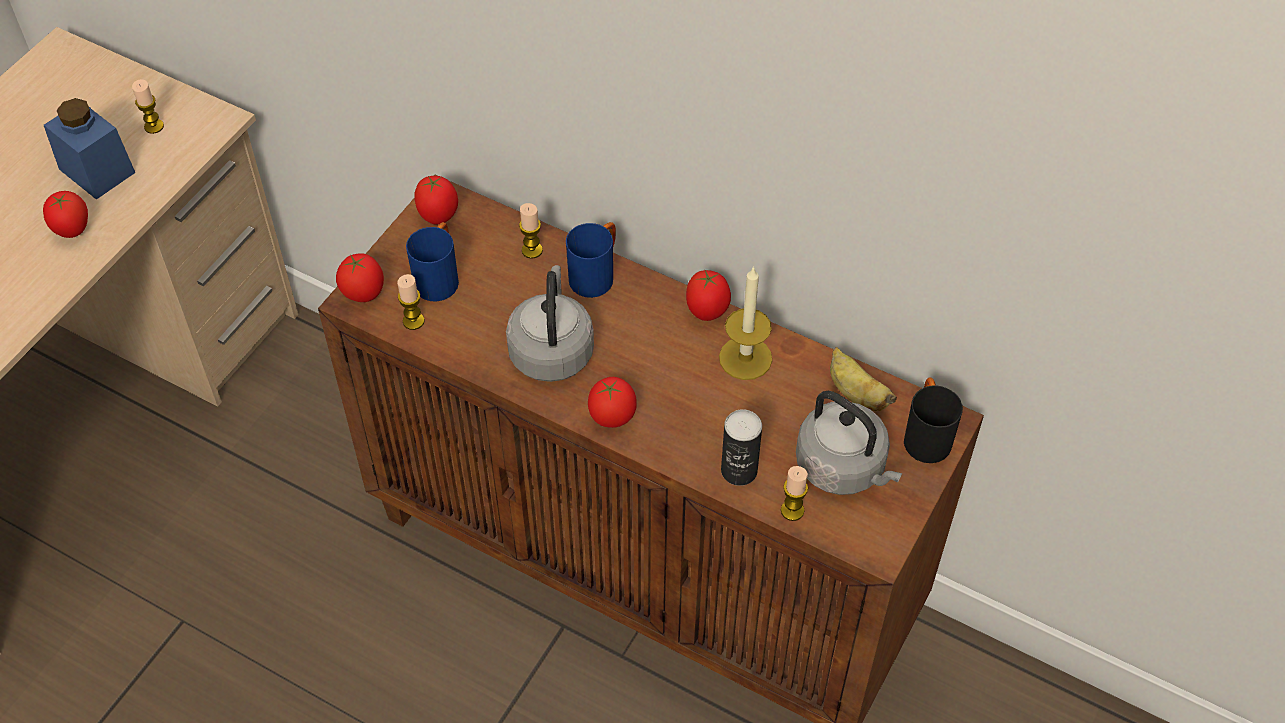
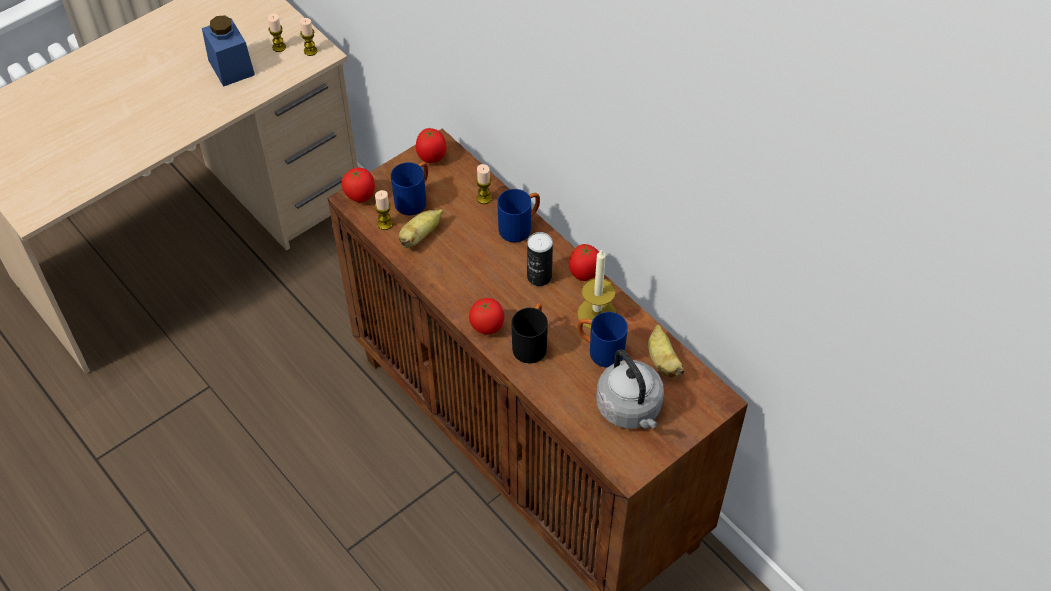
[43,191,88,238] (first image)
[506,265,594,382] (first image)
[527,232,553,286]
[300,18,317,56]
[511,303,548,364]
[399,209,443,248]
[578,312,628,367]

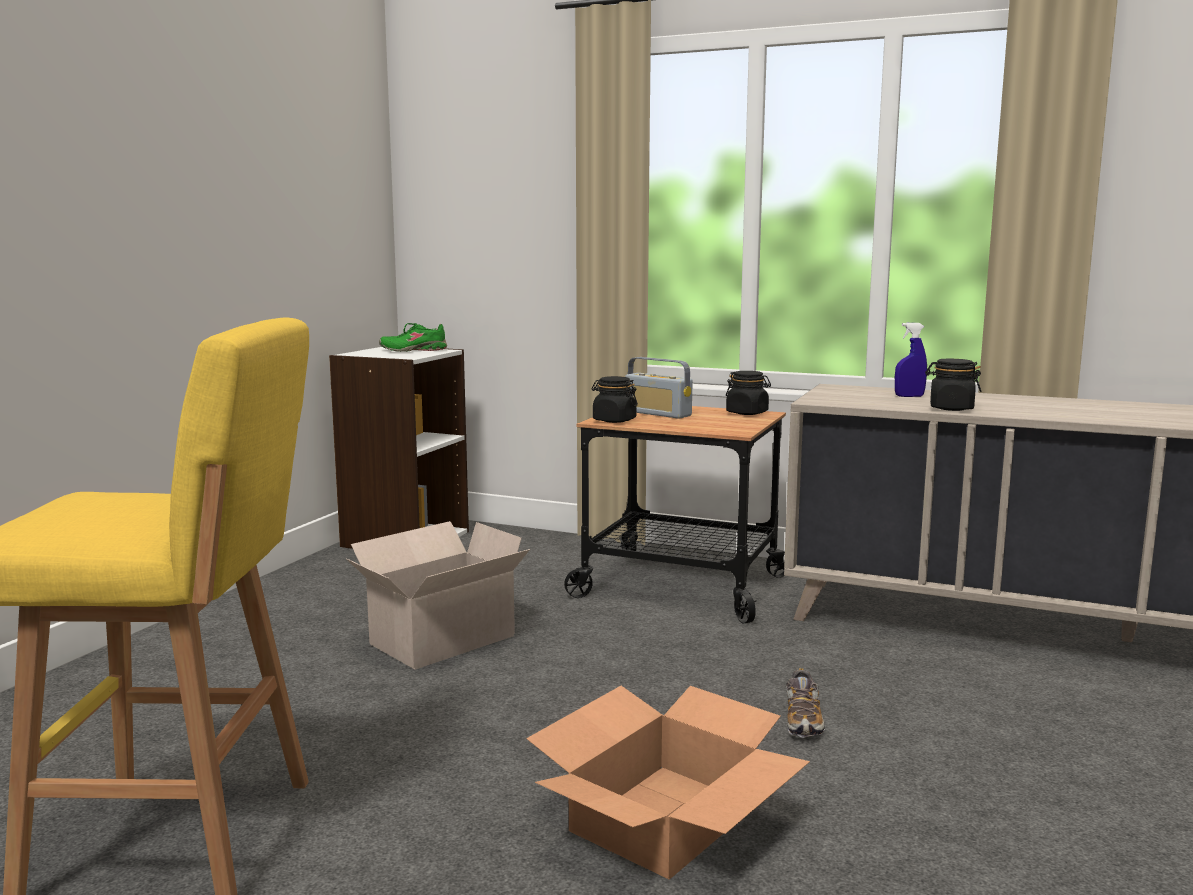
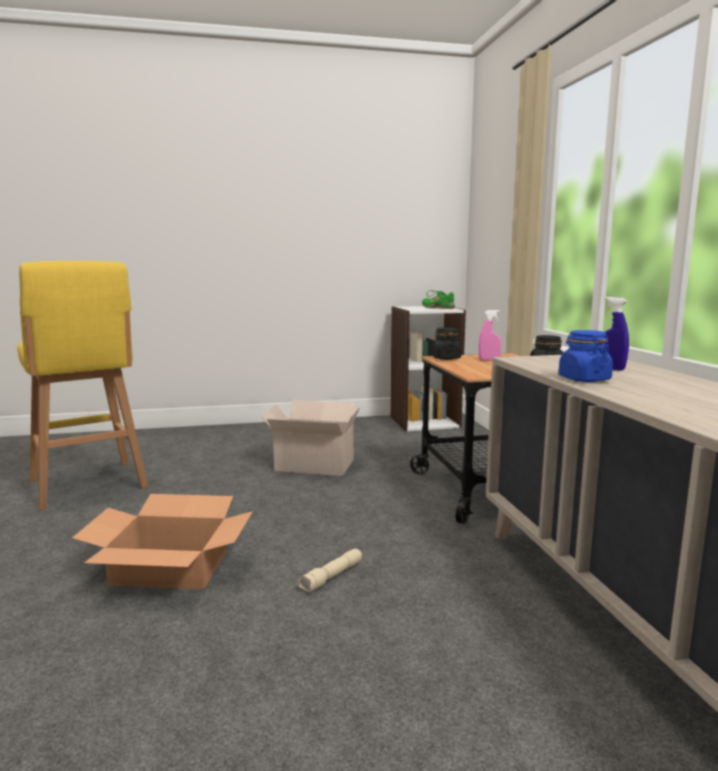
[479,310,501,361]
[298,548,362,593]
[559,330,613,382]

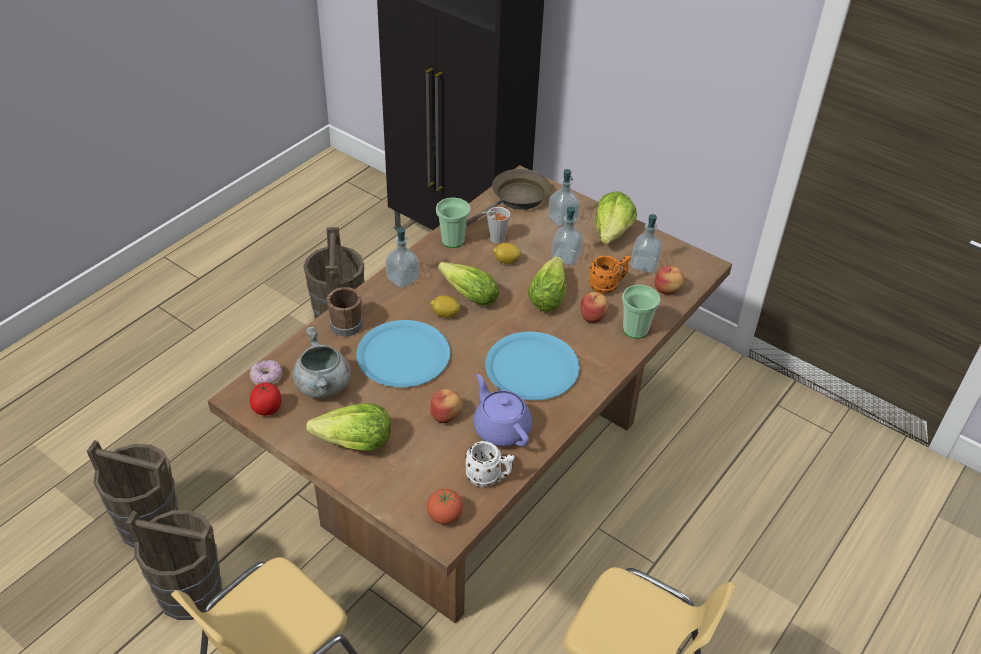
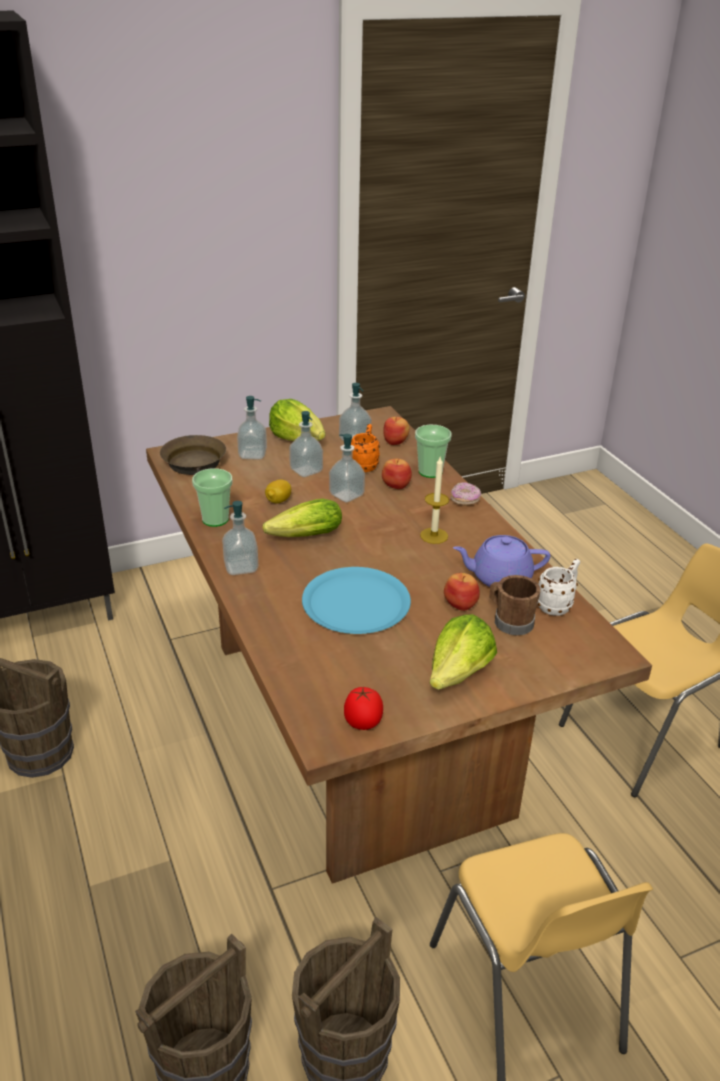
[451,482,481,506]
[293,327,351,398] (first image)
[490,575,540,636]
[427,489,463,524] (first image)
[431,295,460,318] (first image)
[483,207,510,244] (first image)
[420,457,449,544]
[329,434,365,502]

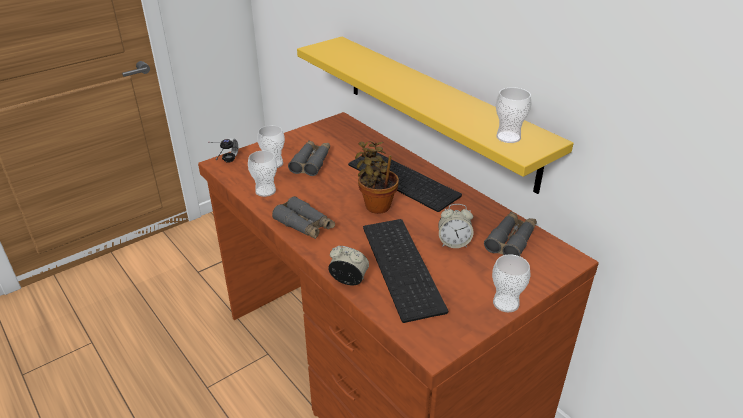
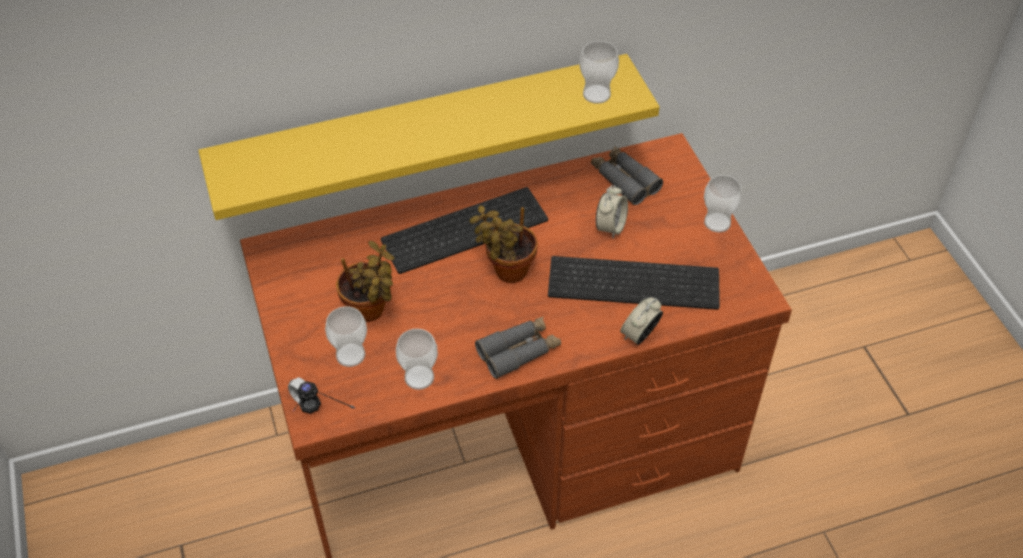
[336,241,394,322]

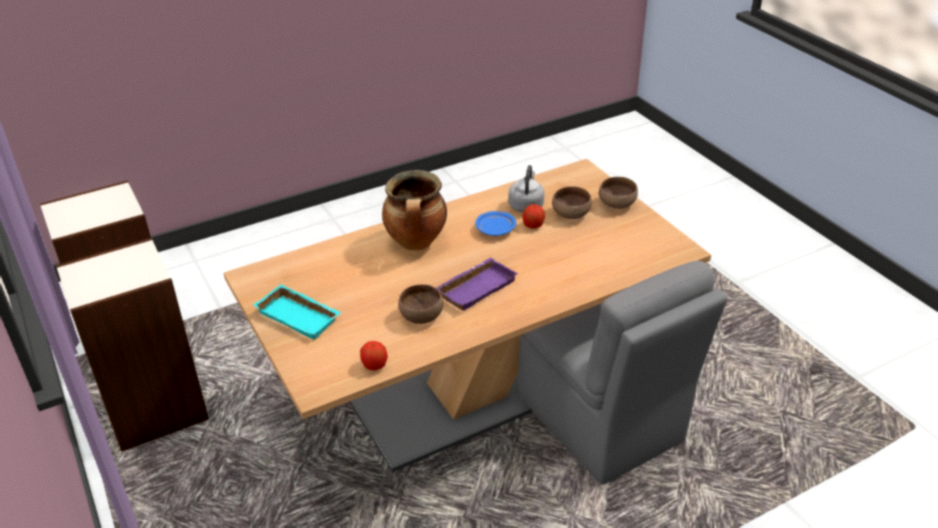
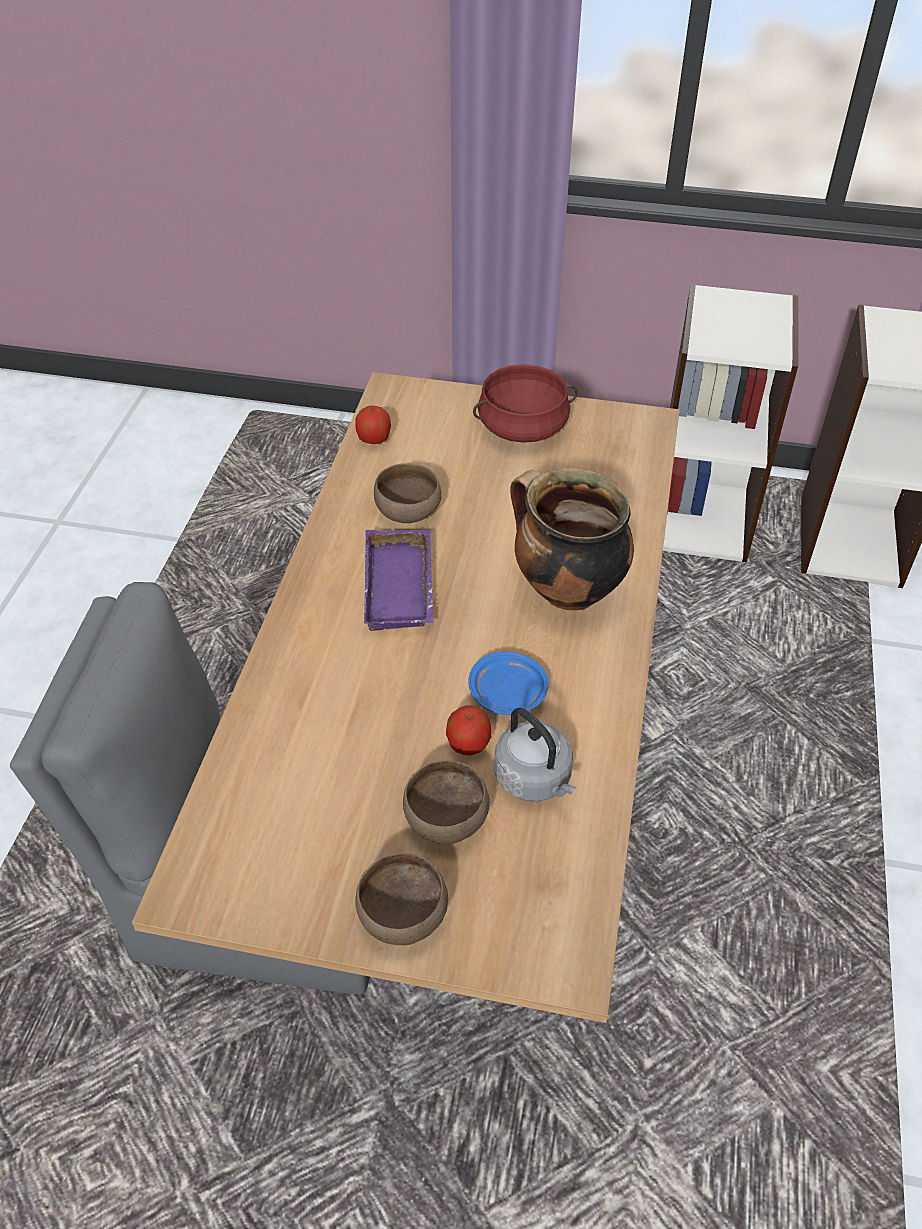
[473,364,578,443]

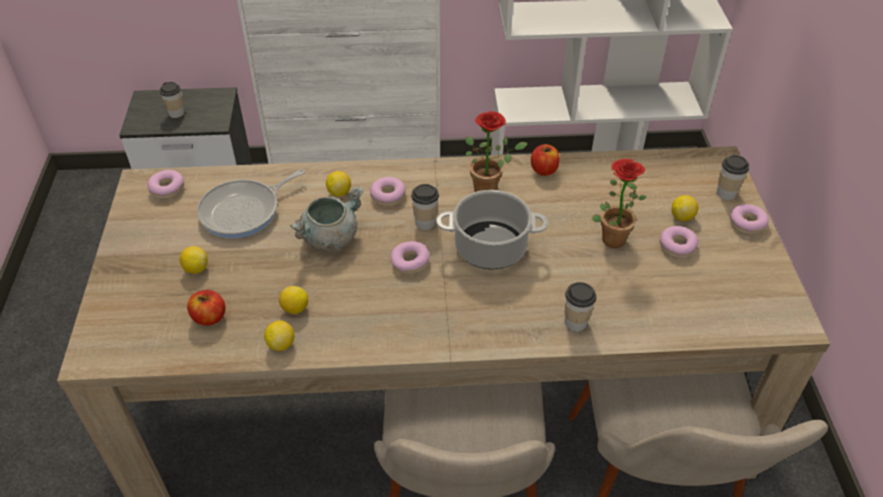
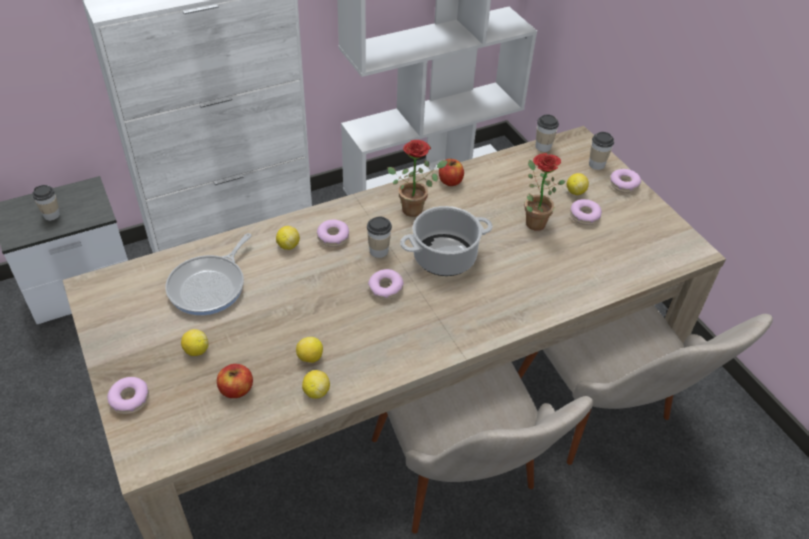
[107,377,149,414]
[290,186,364,251] (first image)
[536,114,559,152]

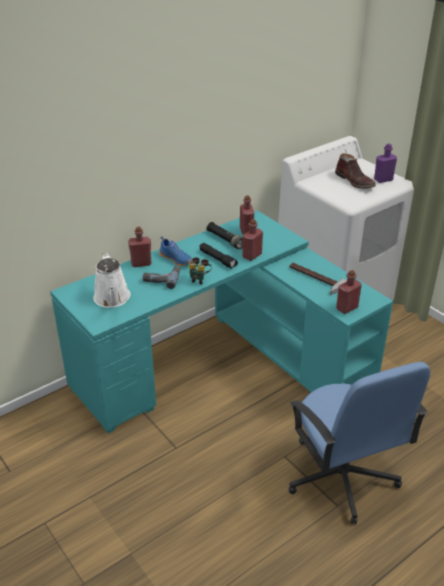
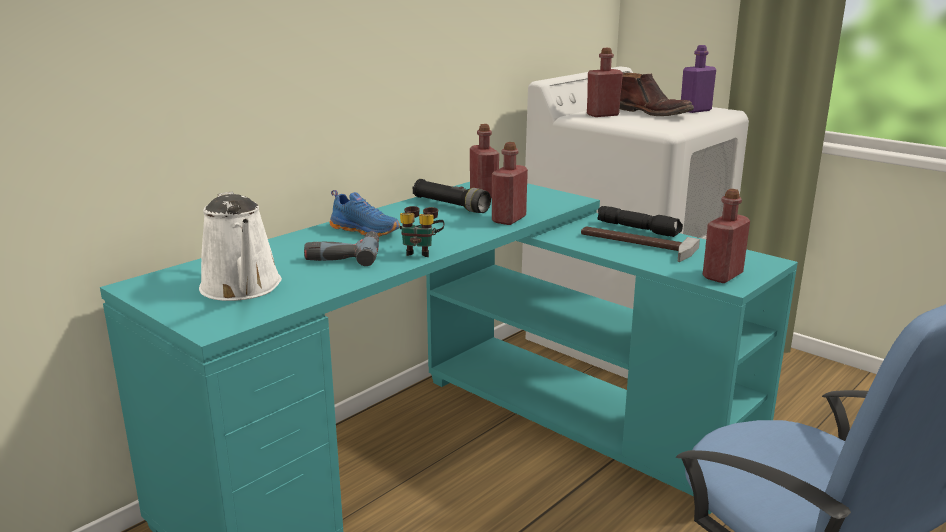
[587,48,623,117]
[597,206,683,237]

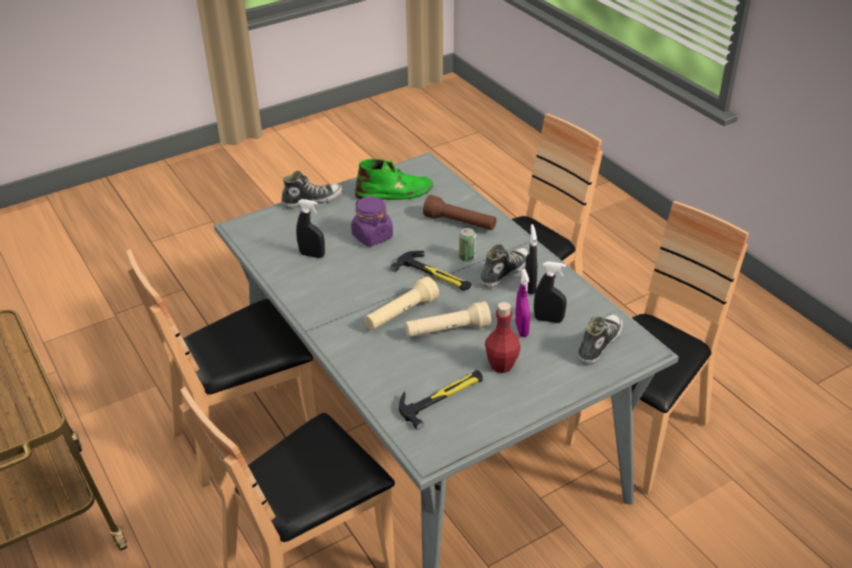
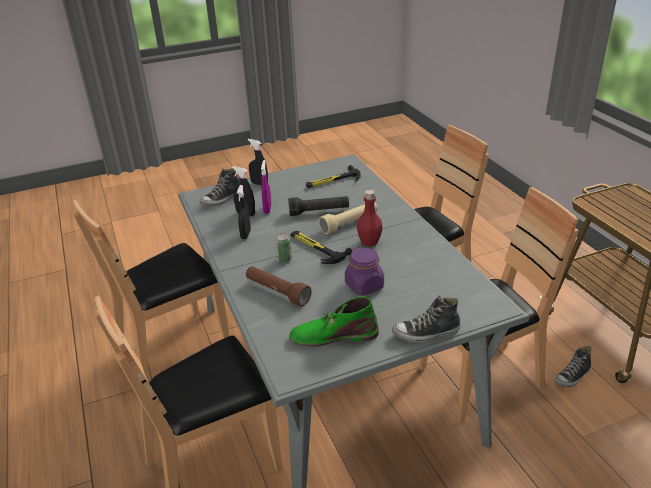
[248,139,268,186]
[288,196,349,216]
[554,346,591,387]
[357,190,382,247]

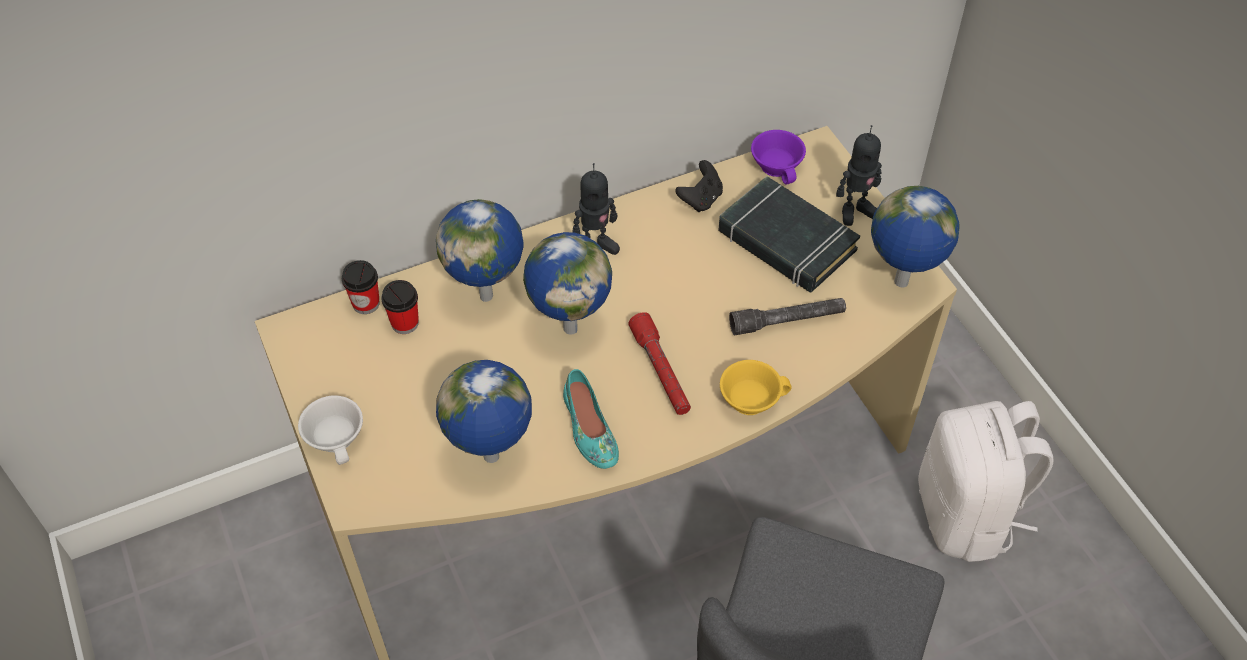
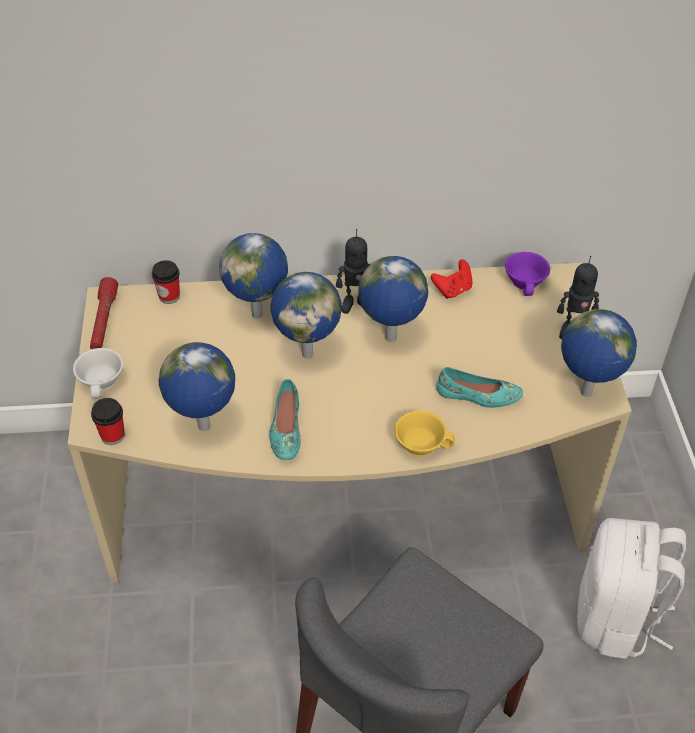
[91,398,125,445]
[90,277,118,349]
[431,259,473,299]
[718,176,860,292] (first image)
[436,367,523,408]
[358,256,428,342]

